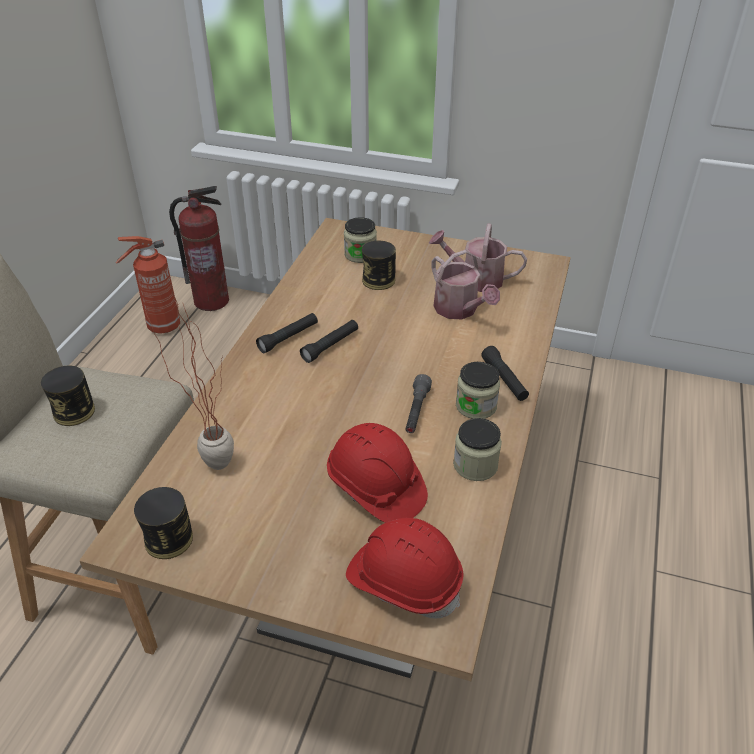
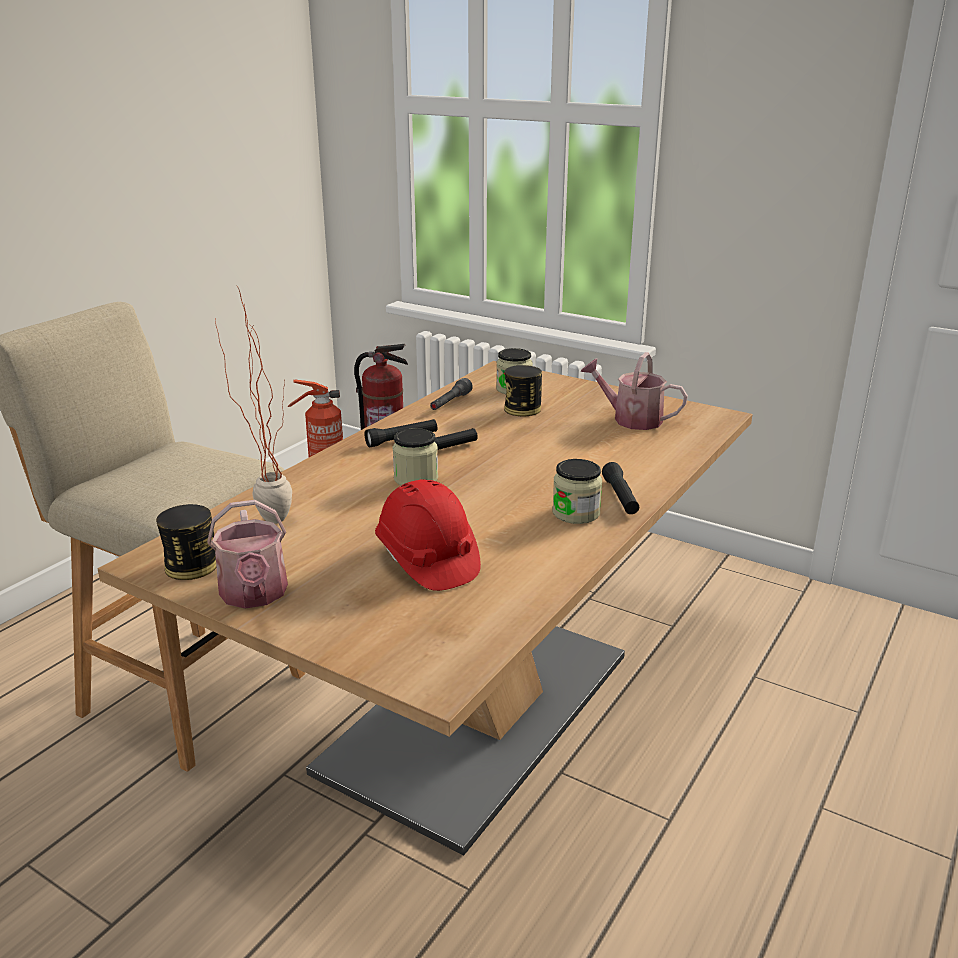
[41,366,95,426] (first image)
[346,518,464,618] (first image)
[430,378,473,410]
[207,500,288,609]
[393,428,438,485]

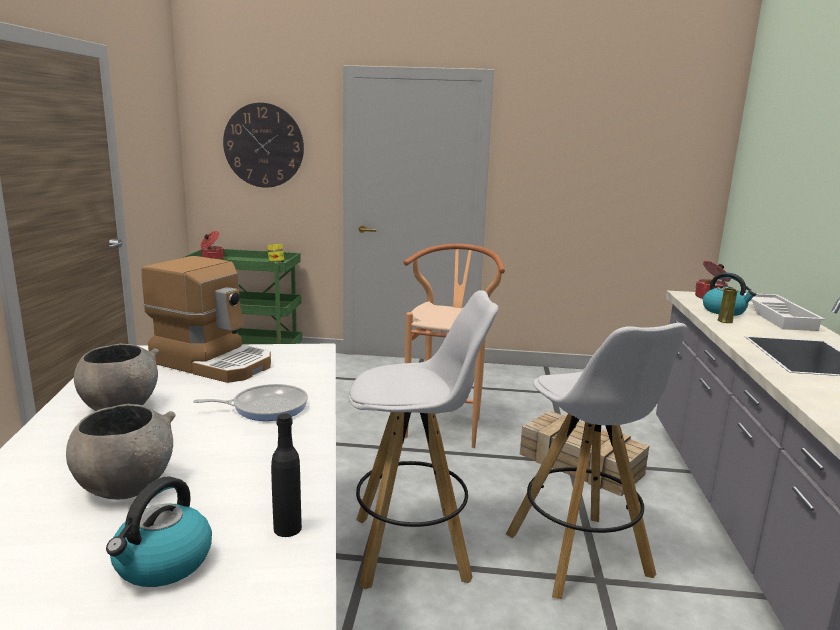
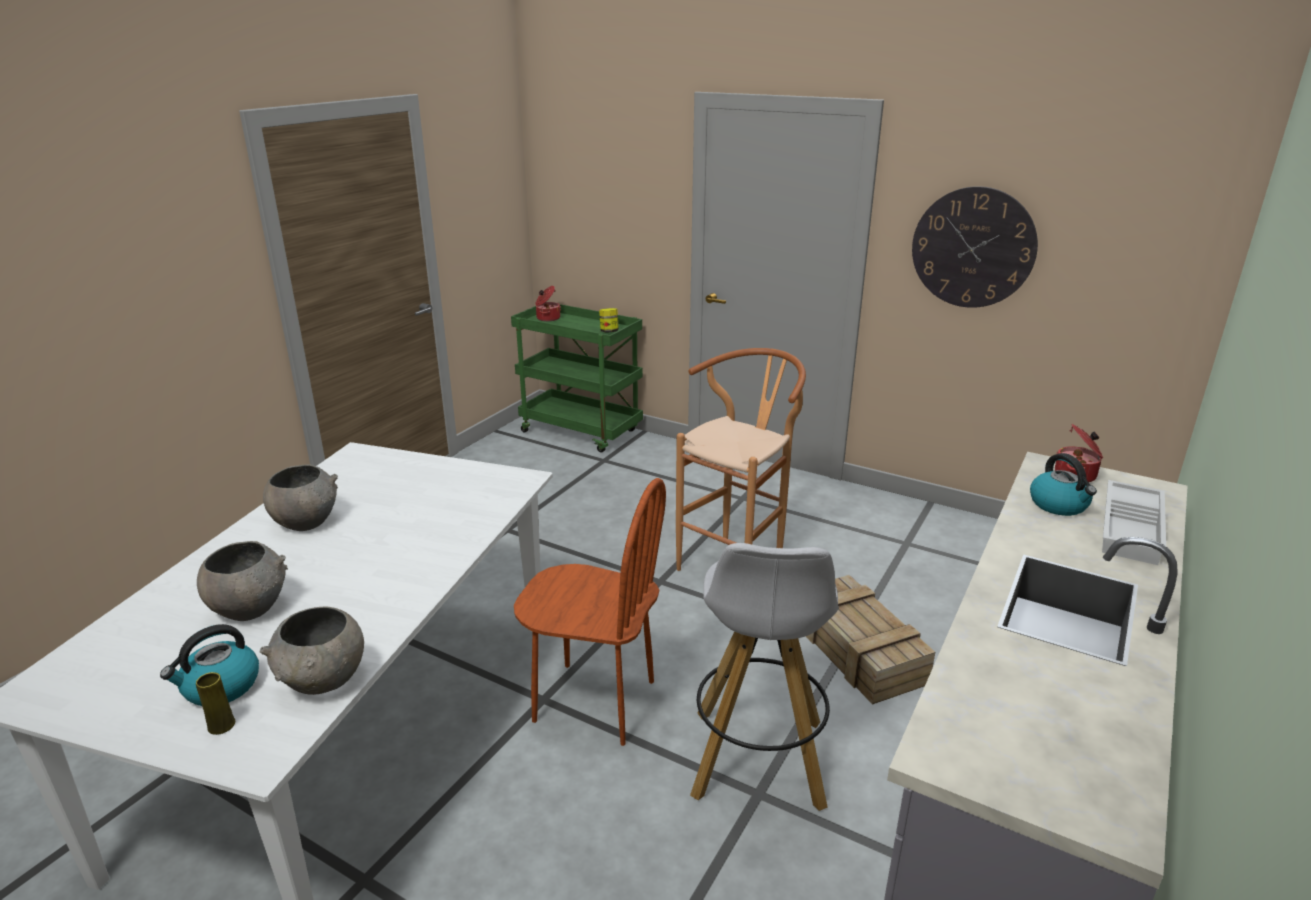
[141,256,271,383] (first image)
[193,384,308,421] (first image)
[912,186,1038,308]
[260,607,364,695]
[514,478,666,746]
[196,672,235,735]

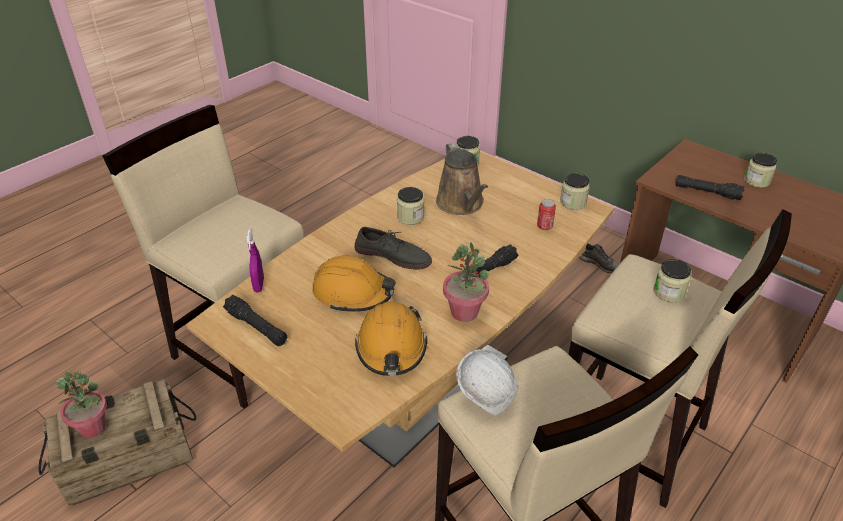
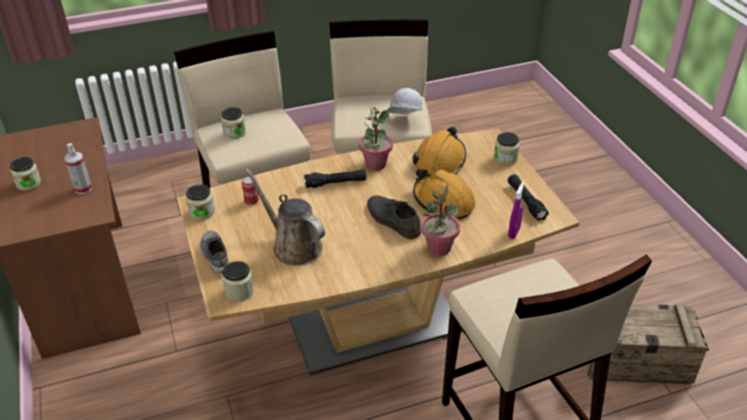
[421,184,460,256]
[494,132,520,165]
[245,168,325,266]
[200,231,230,273]
[65,143,92,194]

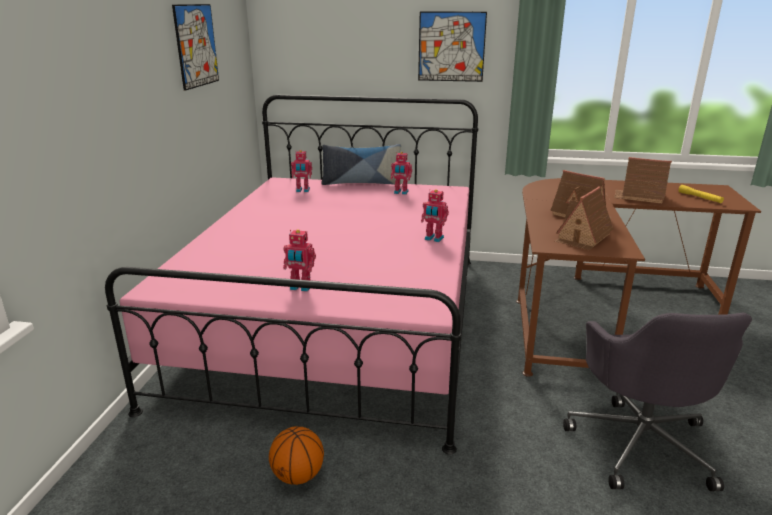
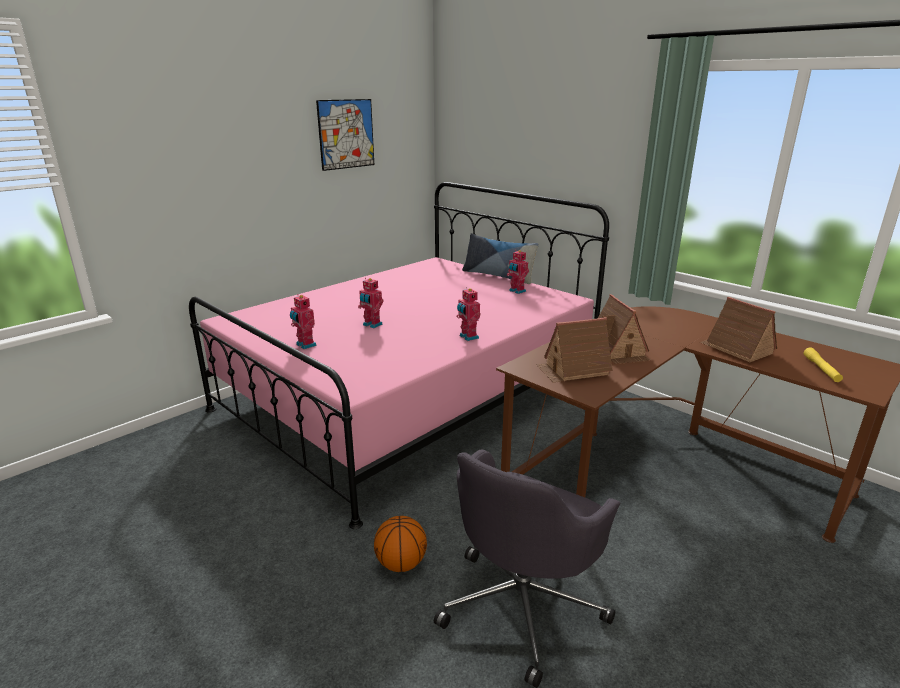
[374,516,427,572]
[358,278,383,328]
[418,11,487,82] (first image)

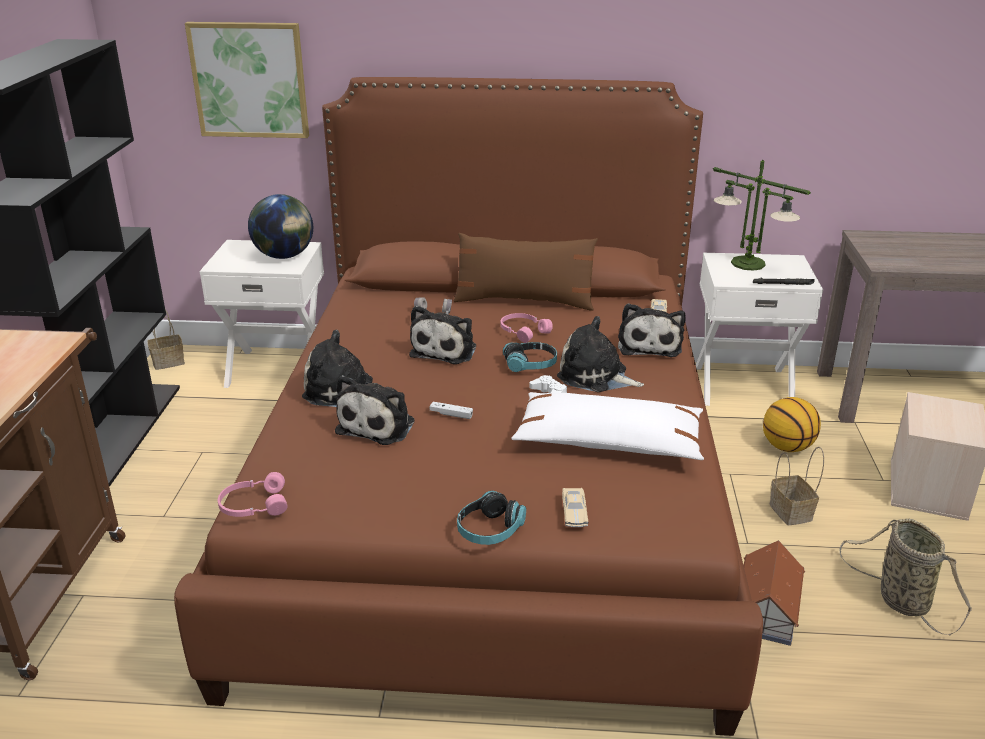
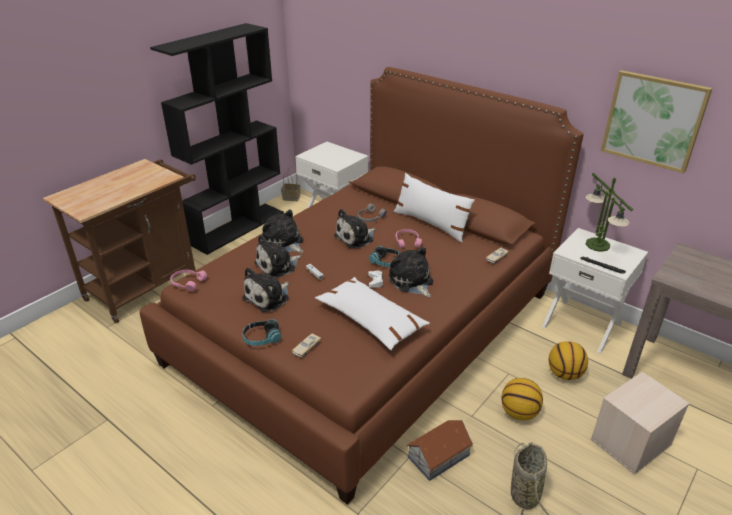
[601,70,712,173]
[248,194,313,259] (first image)
[394,173,475,242]
[242,267,289,312]
[501,378,543,420]

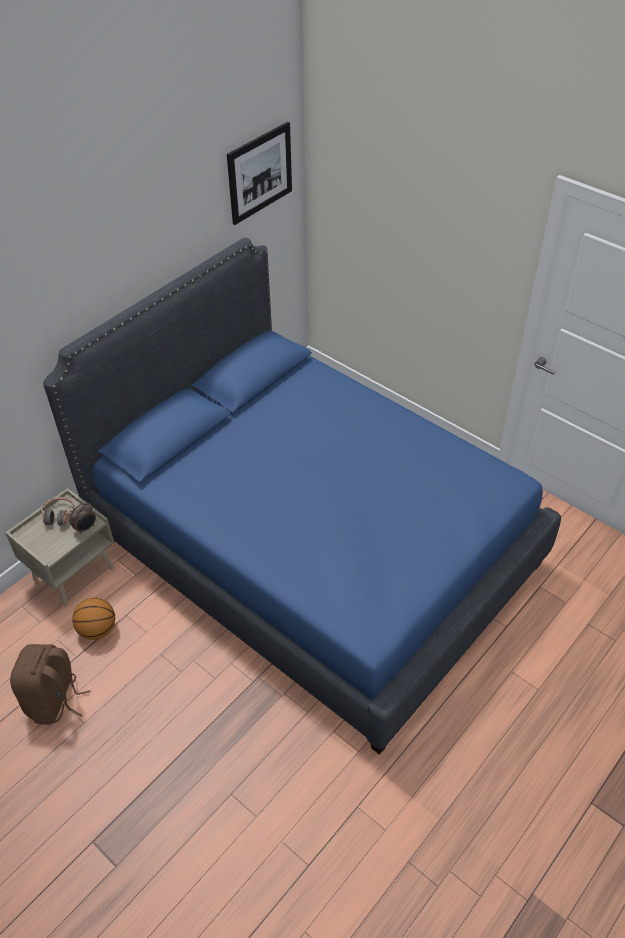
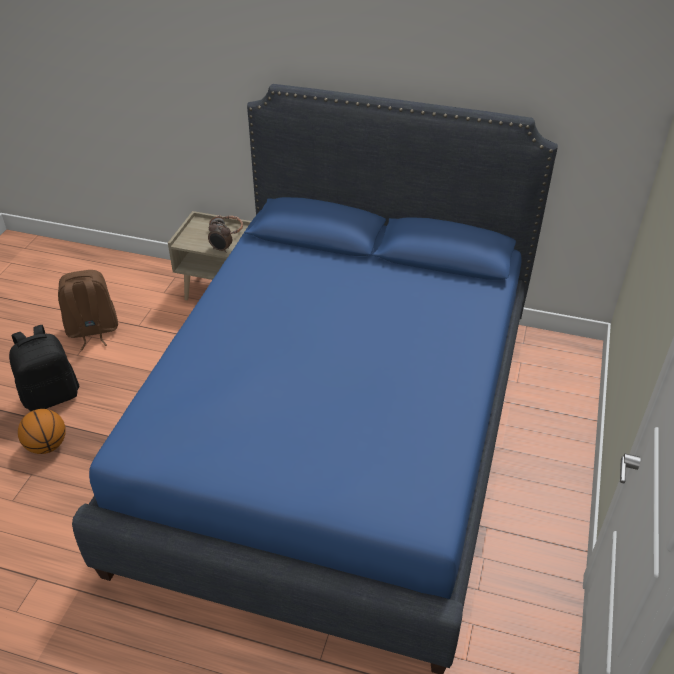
[18,409,66,454]
[227,122,292,225] (first image)
[9,325,79,411]

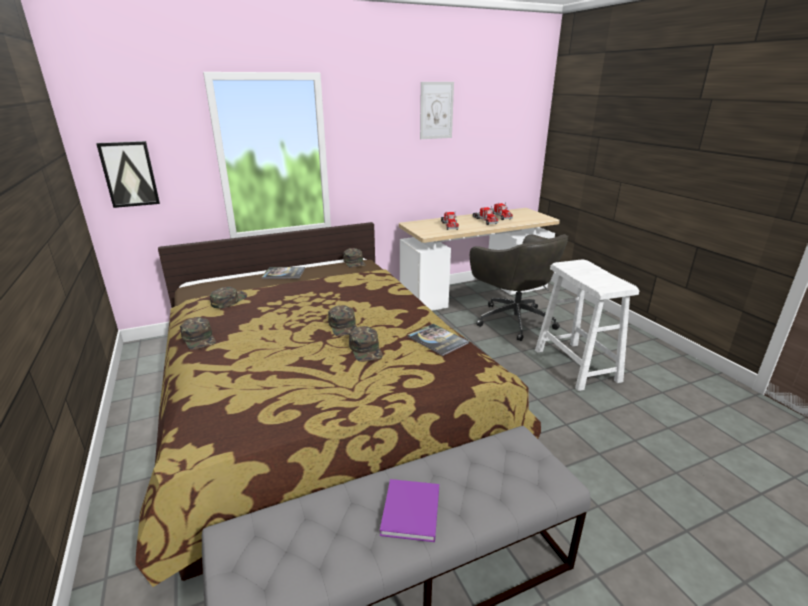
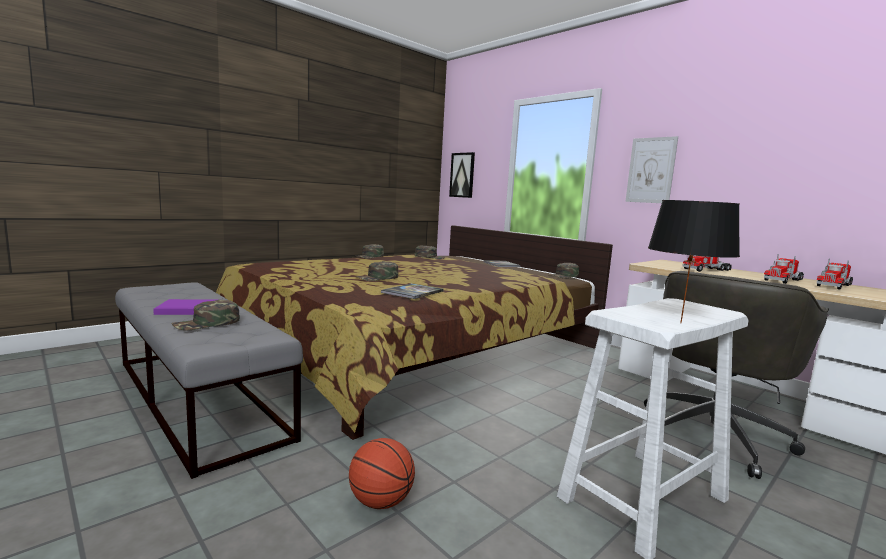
[172,300,240,330]
[625,136,678,203]
[349,438,415,509]
[648,200,740,323]

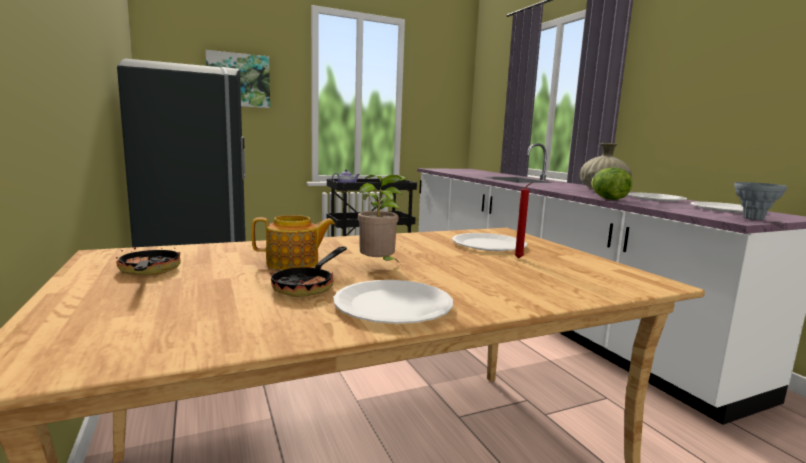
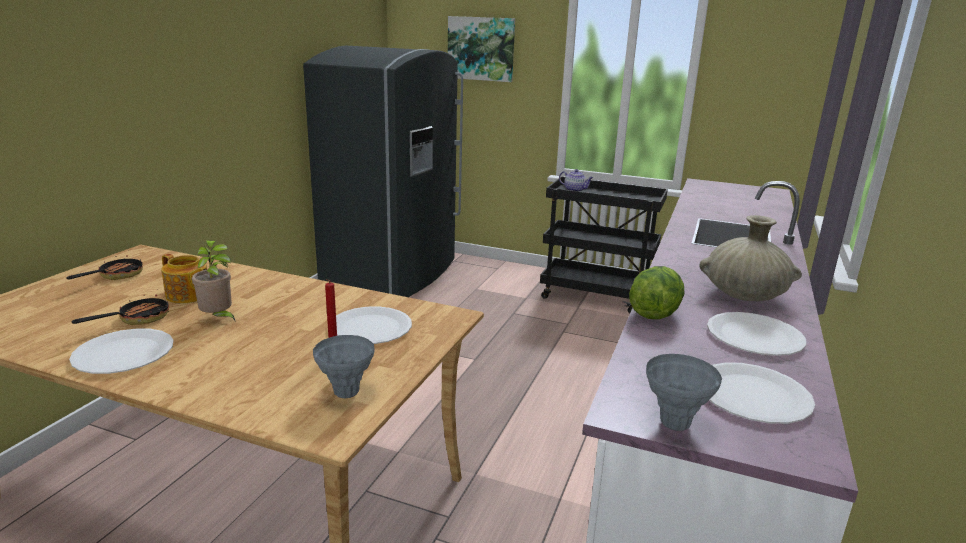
[72,294,169,325]
[313,335,374,398]

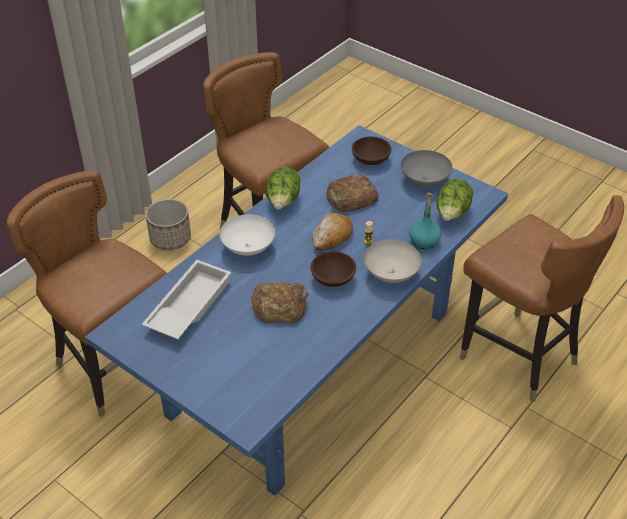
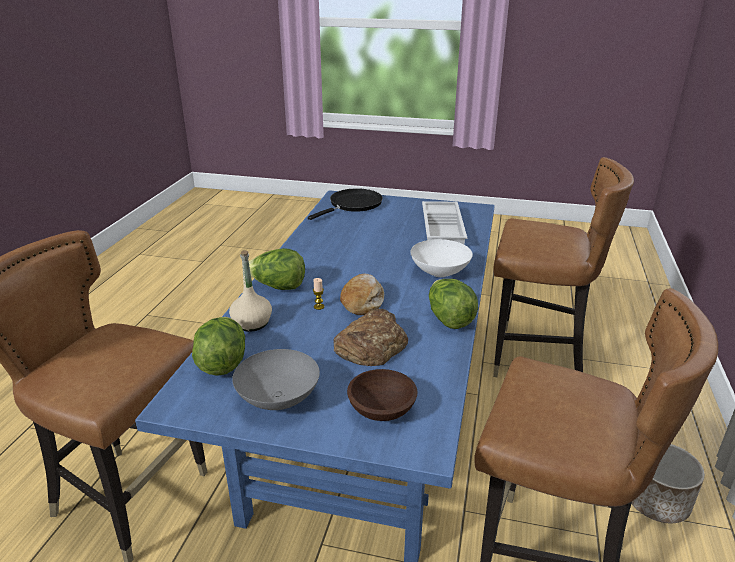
[251,282,308,323] (first image)
[310,251,356,287] (first image)
[249,248,305,290]
[229,250,272,332]
[308,188,383,220]

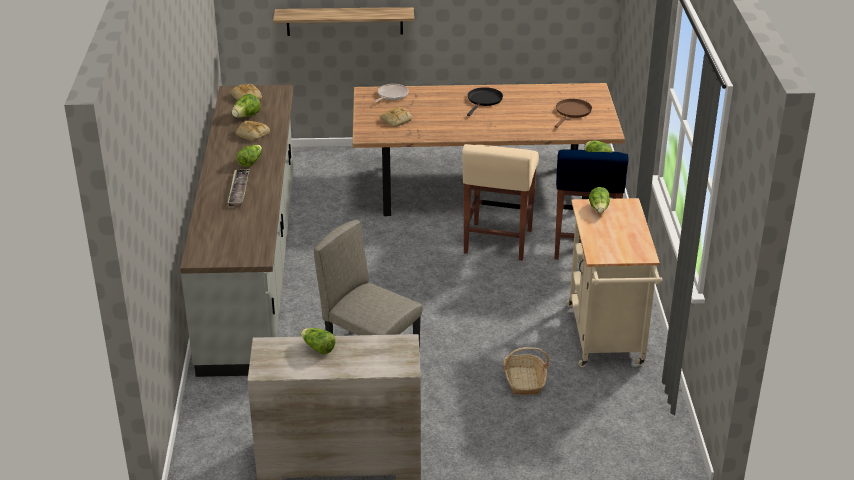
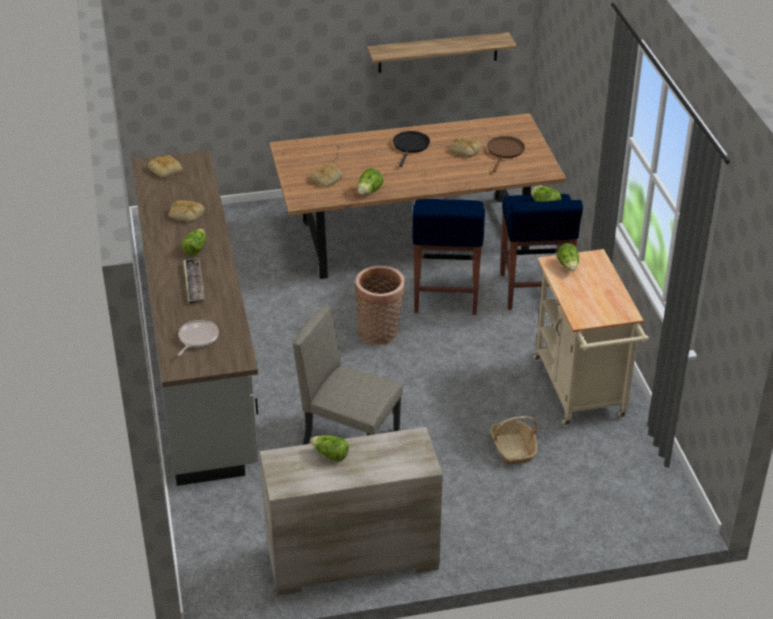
[358,168,384,195]
[367,32,517,73]
[177,320,219,356]
[412,199,485,315]
[355,266,405,345]
[449,137,482,158]

